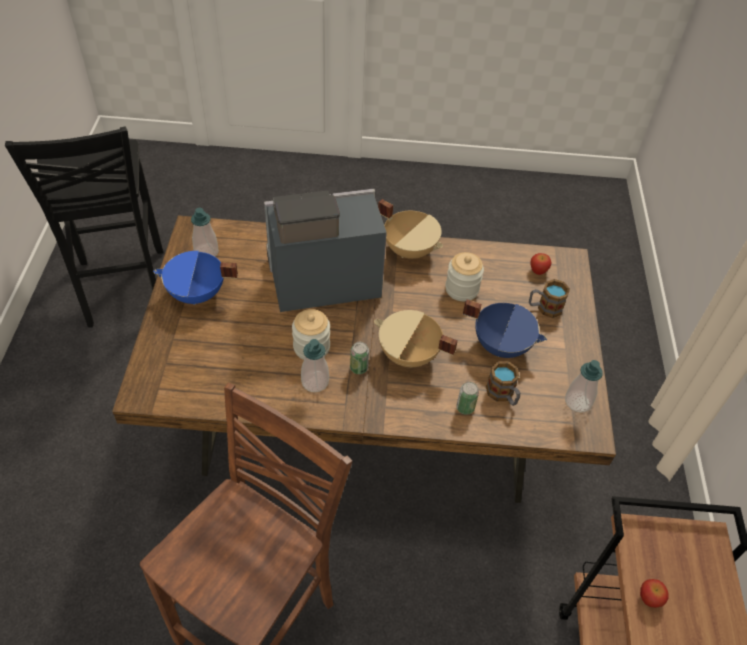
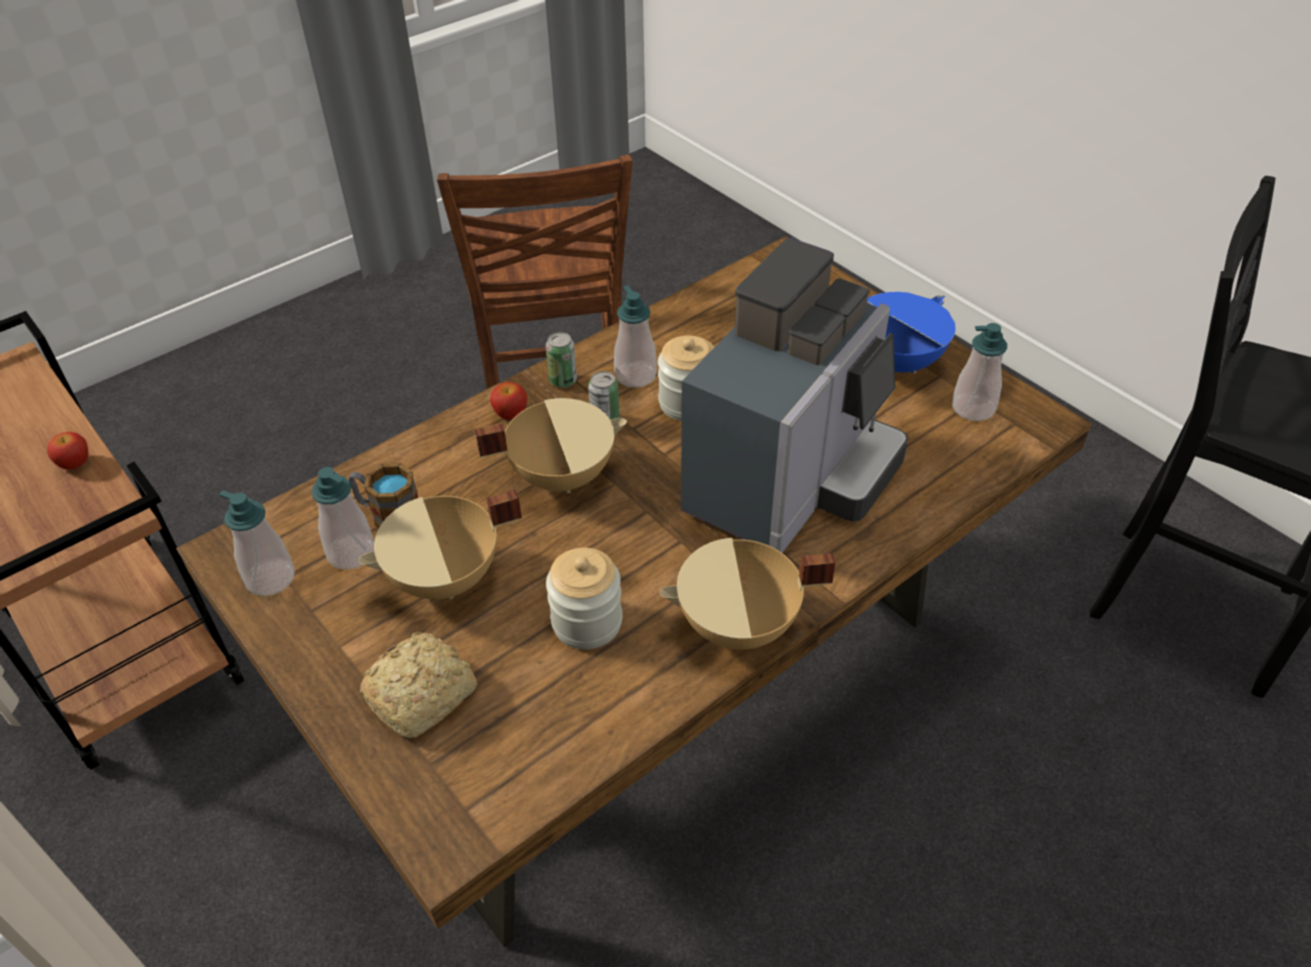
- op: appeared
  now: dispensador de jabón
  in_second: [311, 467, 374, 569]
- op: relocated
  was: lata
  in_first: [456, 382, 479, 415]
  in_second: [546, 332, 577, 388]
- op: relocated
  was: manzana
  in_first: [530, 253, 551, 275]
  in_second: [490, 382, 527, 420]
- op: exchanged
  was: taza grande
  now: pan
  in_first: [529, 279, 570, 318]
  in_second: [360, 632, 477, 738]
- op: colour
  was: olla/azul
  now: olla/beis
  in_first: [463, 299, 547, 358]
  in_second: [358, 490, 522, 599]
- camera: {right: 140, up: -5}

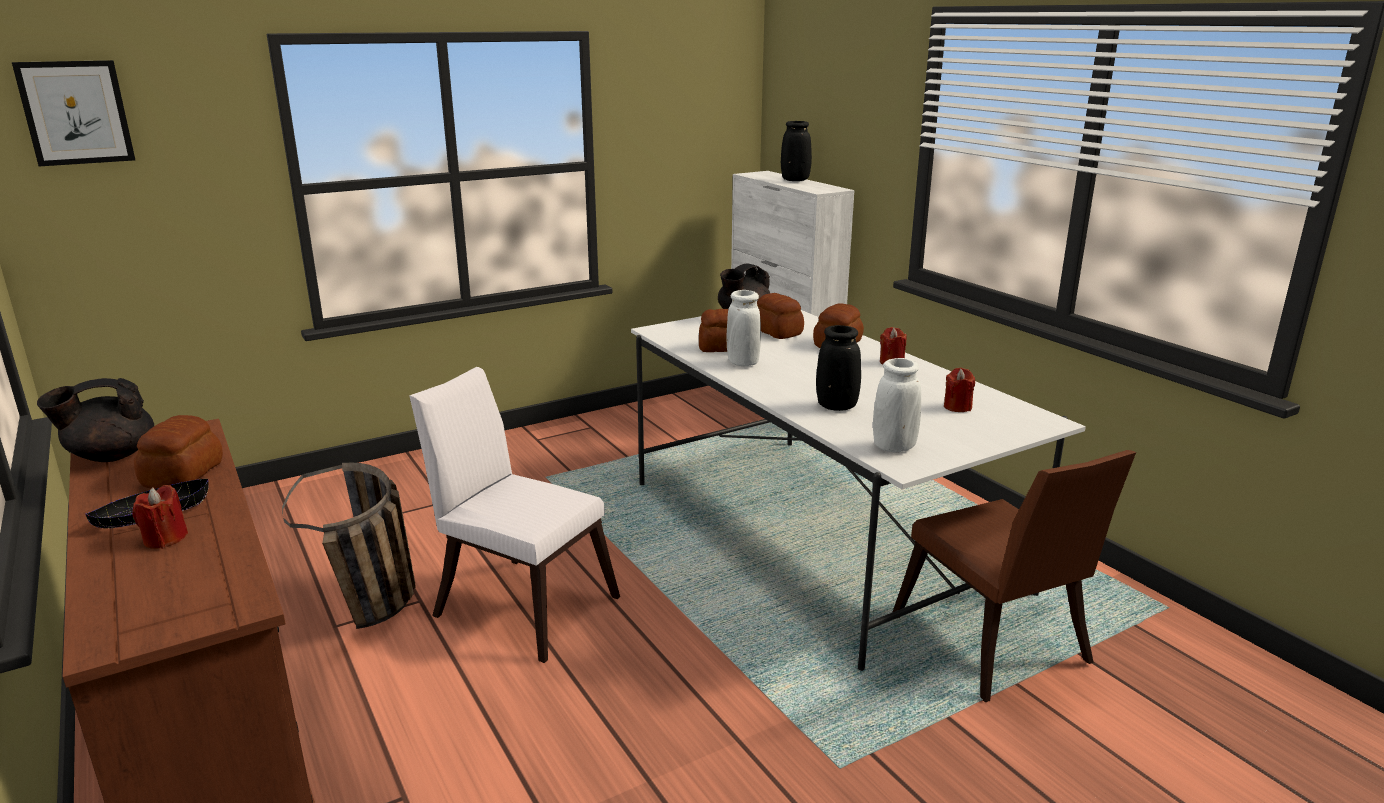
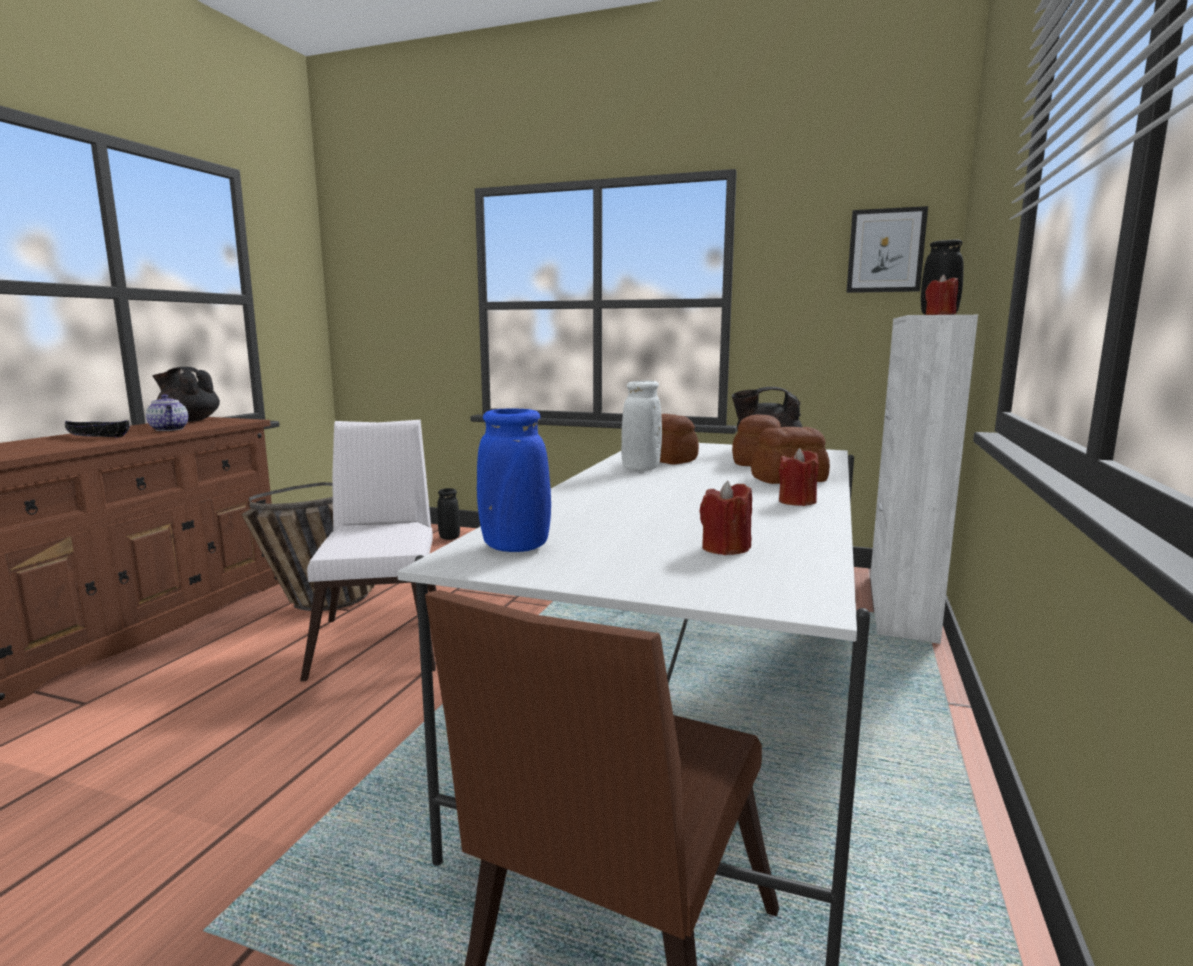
- op: relocated
  was: cuadro
  in_first: [12, 60, 135, 166]
  in_second: [846, 206, 928, 293]
- op: relocated
  was: vela/rojo
  in_first: [132, 485, 188, 549]
  in_second: [925, 275, 958, 315]
- op: relocated
  was: florero/negro
  in_first: [816, 325, 861, 411]
  in_second: [437, 488, 460, 540]
- op: exchanged
  was: pan
  now: tetera
  in_first: [134, 415, 223, 489]
  in_second: [146, 394, 188, 431]
- op: colour
  was: florero/blanco
  now: florero/azul
  in_first: [873, 358, 921, 452]
  in_second: [477, 408, 551, 552]
- camera: {right: 50, up: -10}

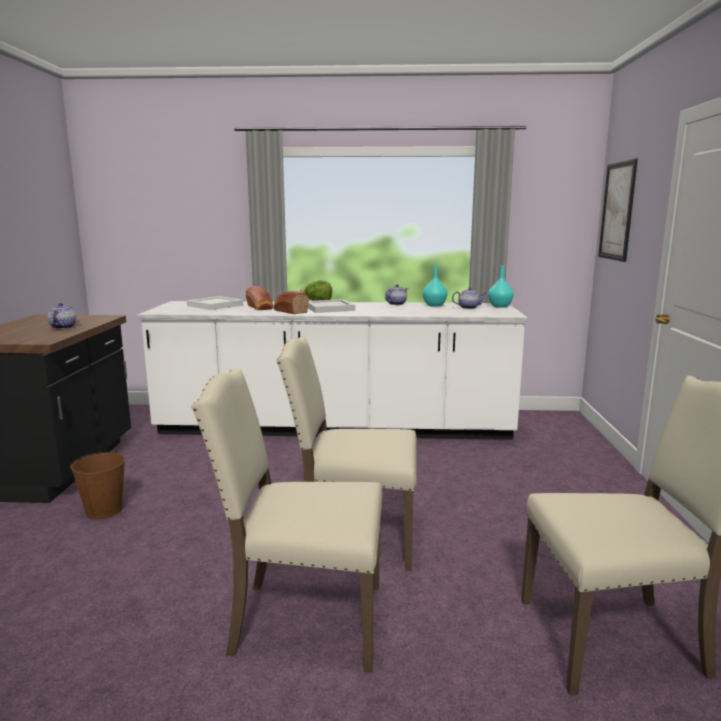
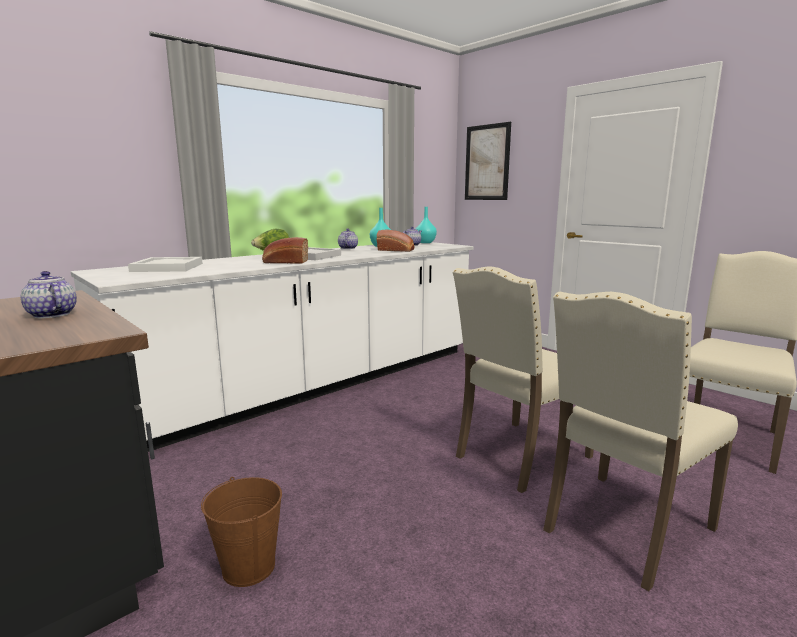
- op: relocated
  was: pan
  in_first: [246, 286, 273, 310]
  in_second: [377, 230, 415, 252]
- camera: {right: -45, up: 0}

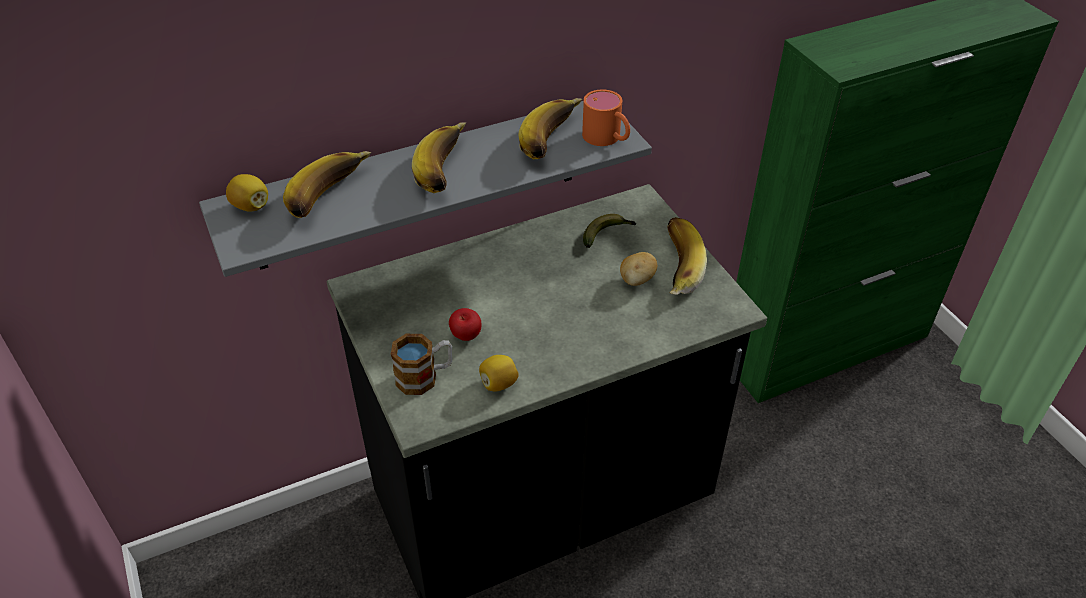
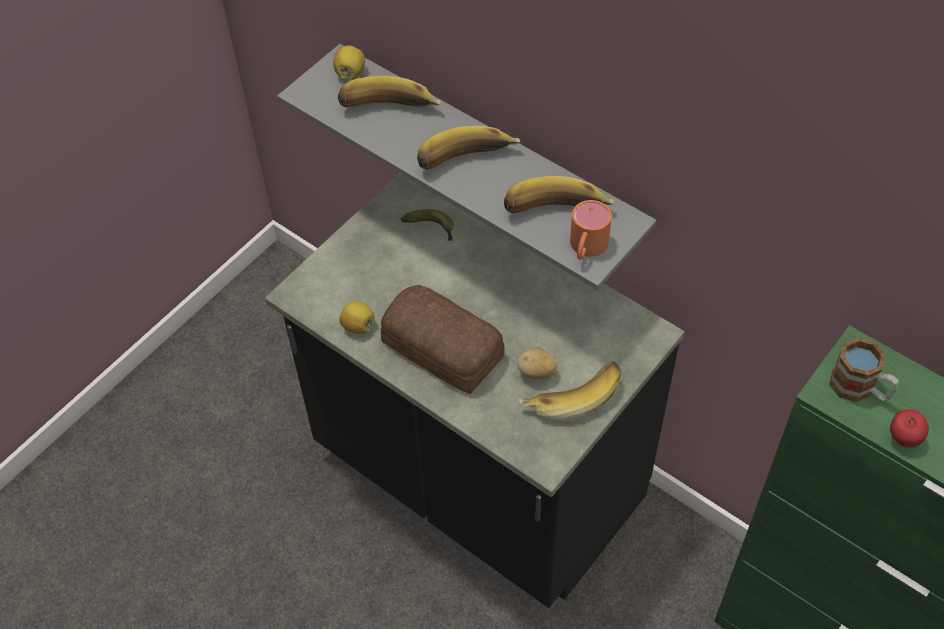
- op: appeared
  now: pan
  in_second: [381, 285, 505, 394]
- op: relocated
  was: taza grande
  in_first: [391, 334, 452, 395]
  in_second: [829, 337, 899, 402]
- op: relocated
  was: manzana
  in_first: [449, 308, 481, 341]
  in_second: [890, 409, 929, 447]
- op: relocated
  was: plátano
  in_first: [583, 214, 636, 248]
  in_second: [401, 209, 454, 241]
- camera: {right: 65, up: 10}

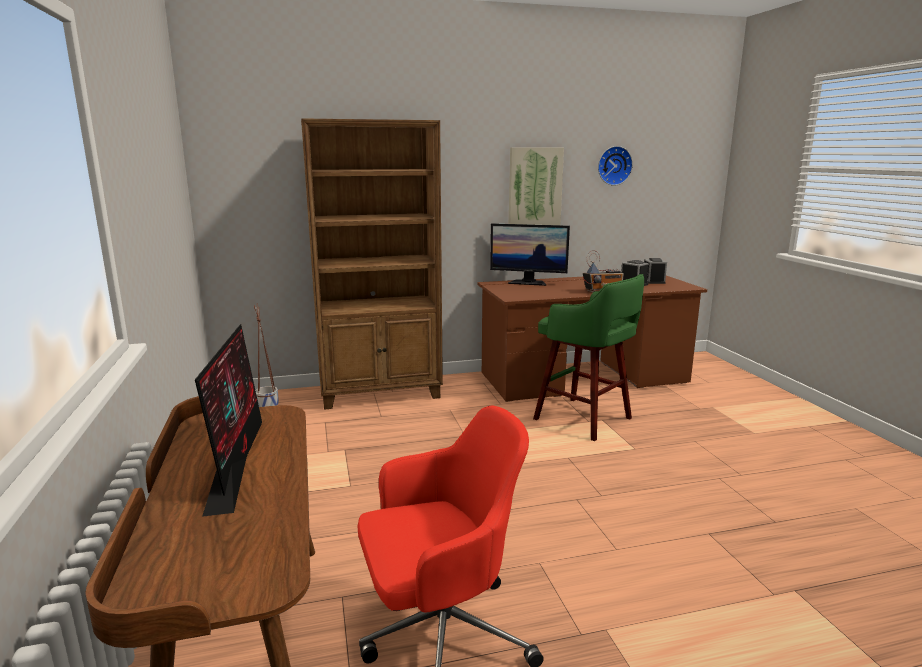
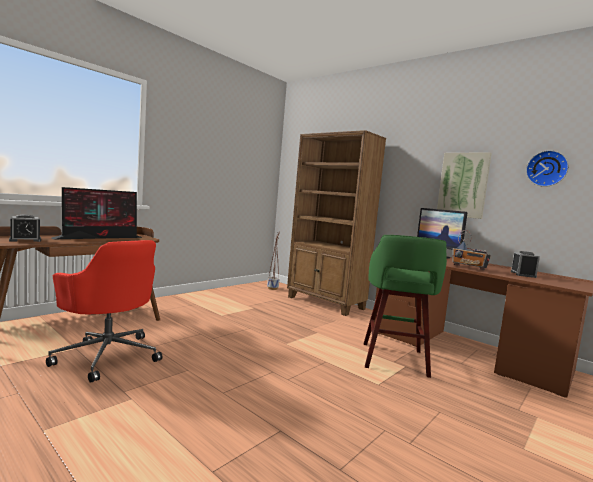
- op: relocated
  was: despertador
  in_first: [644, 258, 667, 284]
  in_second: [9, 214, 41, 242]
- camera: {right: 55, up: -10}

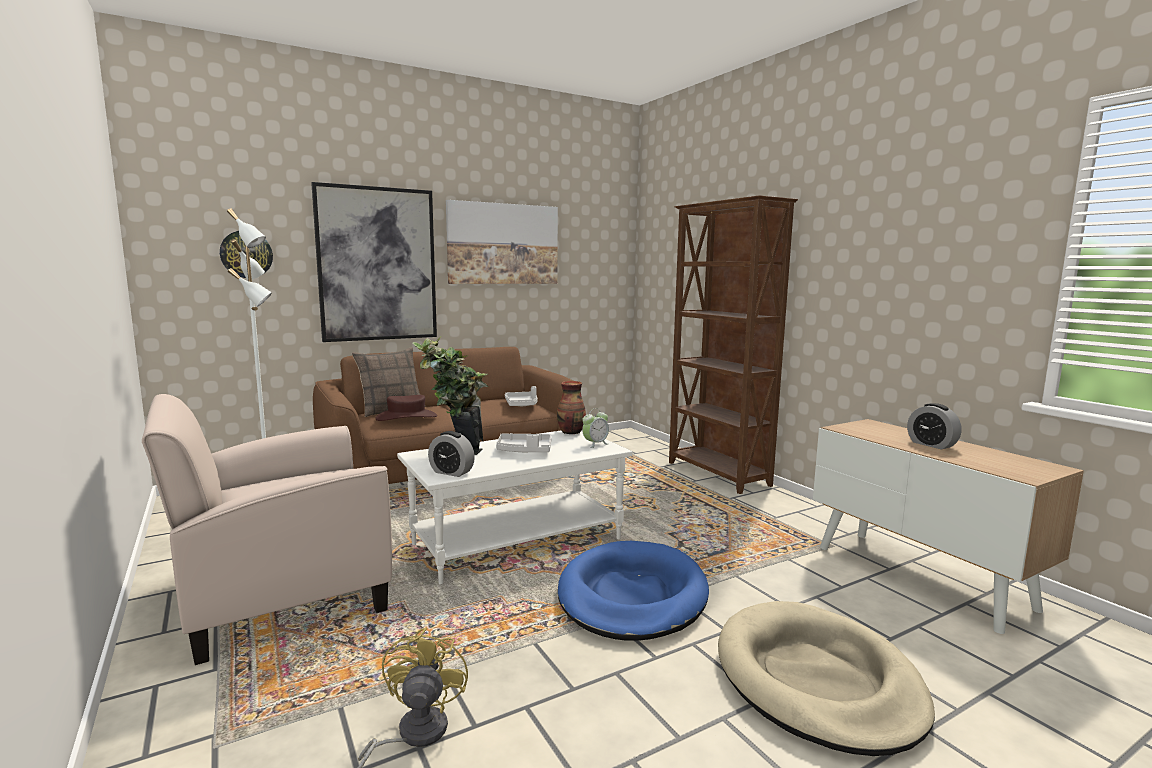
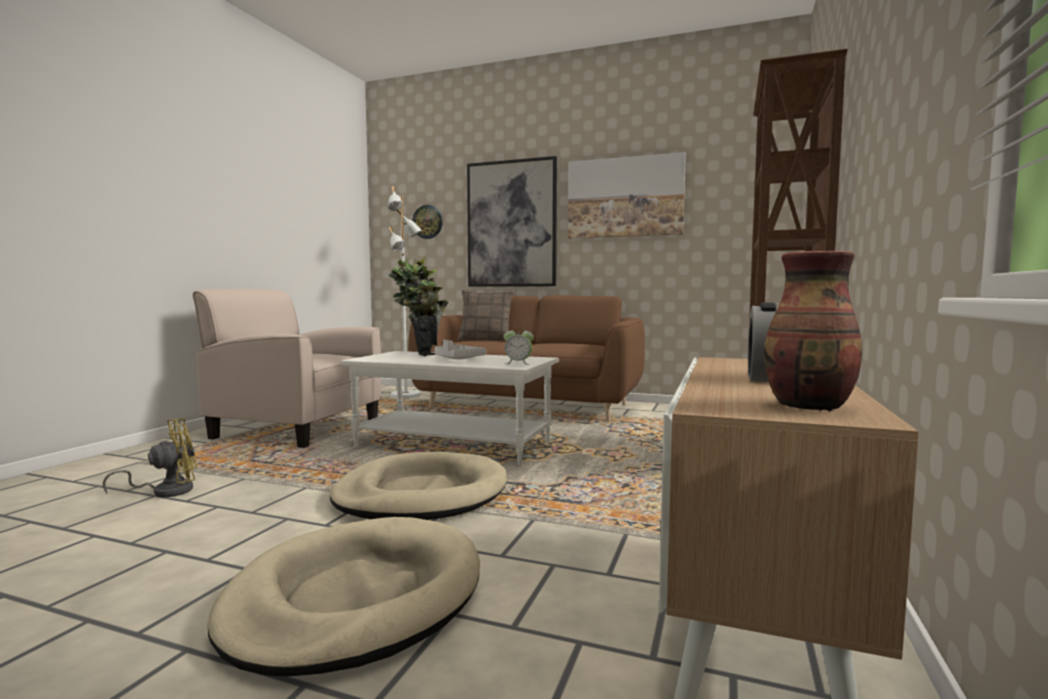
- op: missing
  was: sombrero/marrón
  in_first: [375, 395, 437, 421]
- op: missing
  was: despertador
  in_first: [428, 431, 475, 477]
- op: missing
  was: bandeja/gris
  in_first: [505, 386, 537, 406]
- op: relocated
  was: florero
  in_first: [557, 381, 586, 434]
  in_second: [764, 251, 862, 412]
- op: colour
  was: cama para perro/azul
  now: cama para perro/beis
  in_first: [558, 541, 709, 640]
  in_second: [330, 452, 507, 520]
- camera: {right: 50, up: -5}

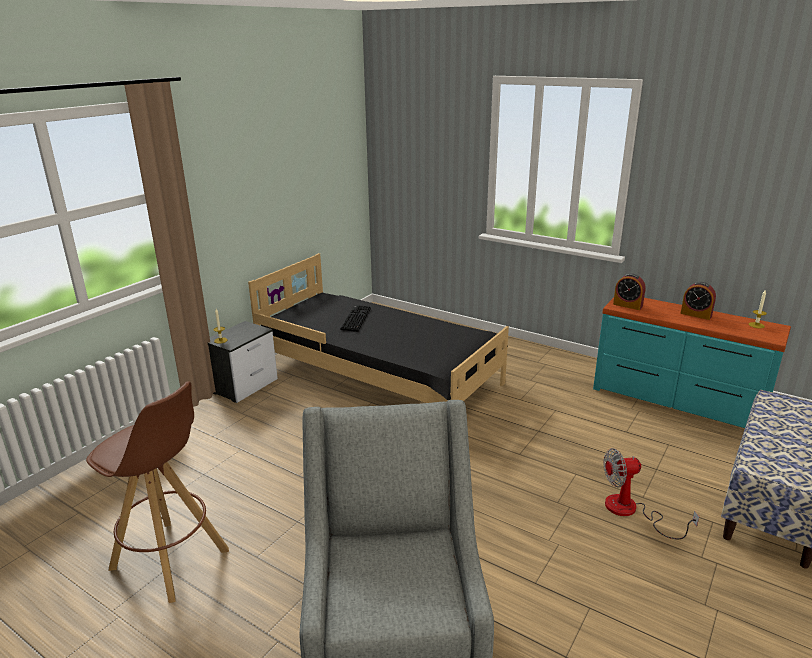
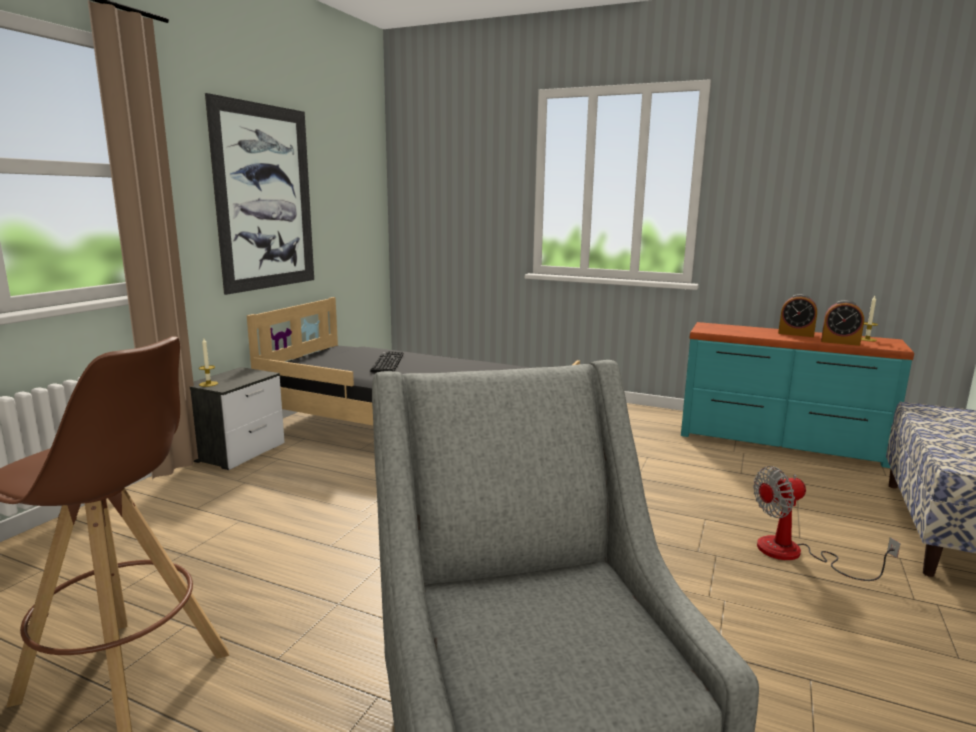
- op: appeared
  now: cuadro
  in_second: [205, 93, 314, 295]
- op: relocated
  was: despertador
  in_first: [613, 273, 646, 310]
  in_second: [821, 300, 864, 346]
- camera: {right: -10, up: -10}

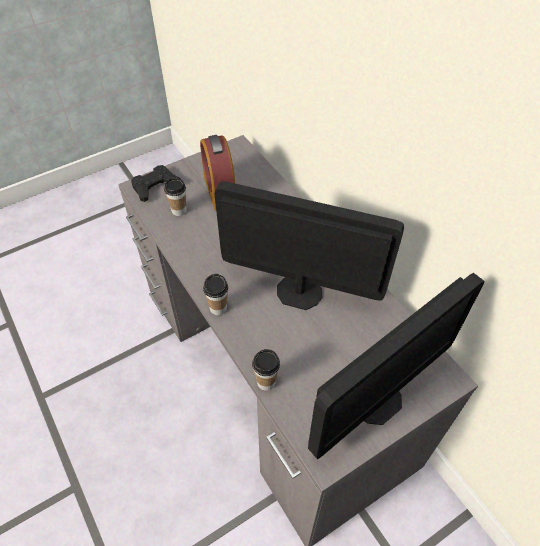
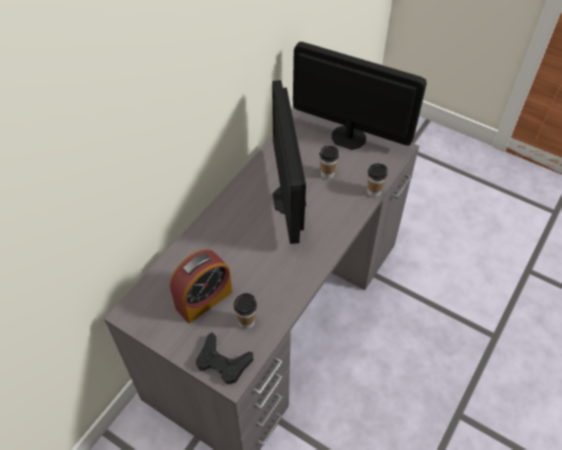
- op: relocated
  was: taza
  in_first: [203, 274, 228, 315]
  in_second: [320, 146, 339, 179]
- camera: {right: -115, up: 0}

